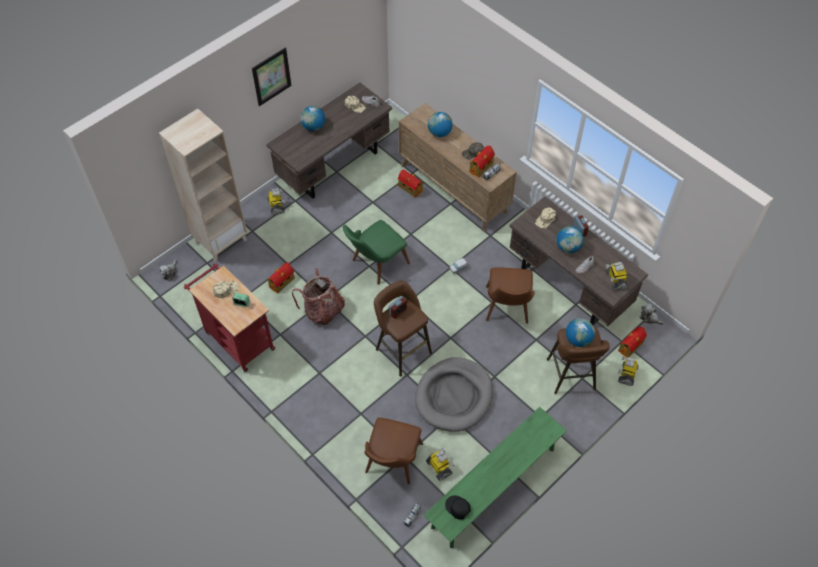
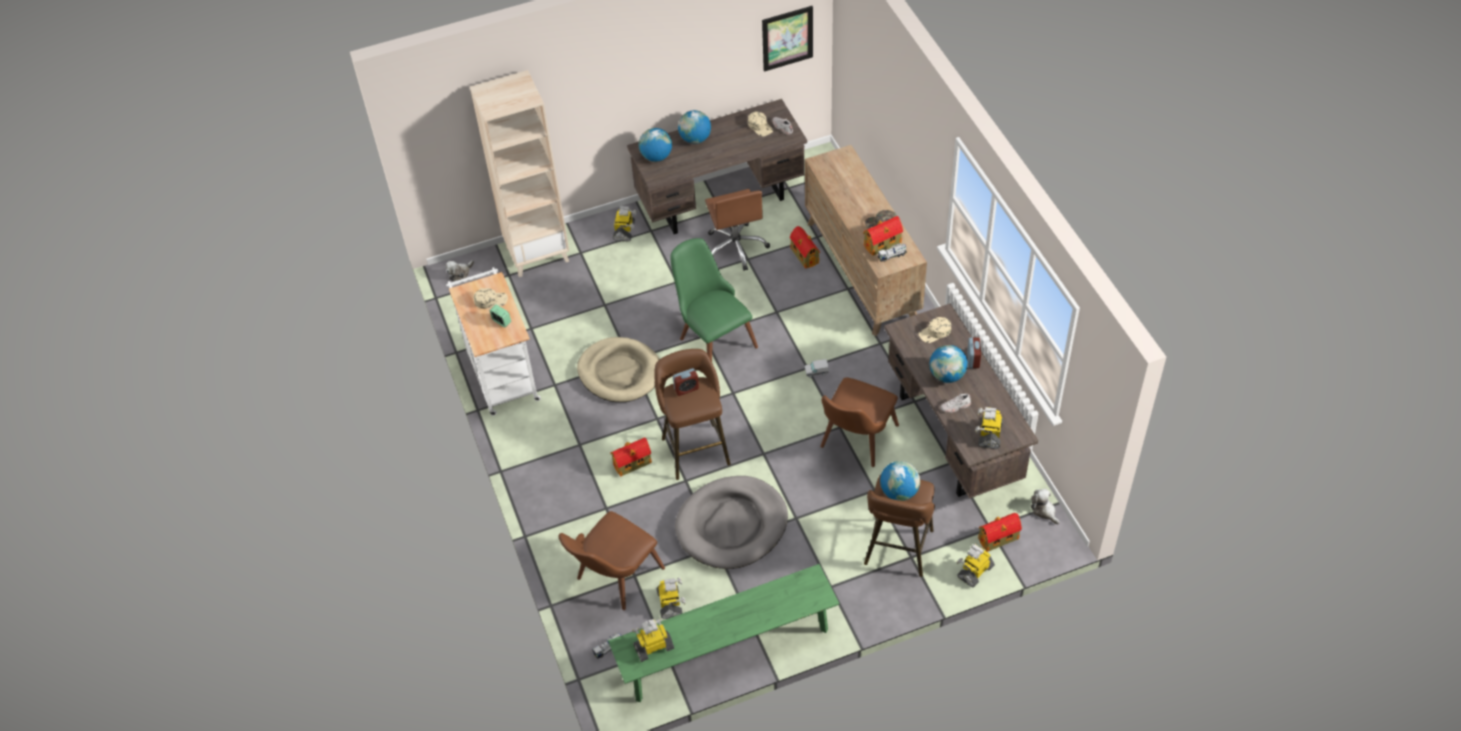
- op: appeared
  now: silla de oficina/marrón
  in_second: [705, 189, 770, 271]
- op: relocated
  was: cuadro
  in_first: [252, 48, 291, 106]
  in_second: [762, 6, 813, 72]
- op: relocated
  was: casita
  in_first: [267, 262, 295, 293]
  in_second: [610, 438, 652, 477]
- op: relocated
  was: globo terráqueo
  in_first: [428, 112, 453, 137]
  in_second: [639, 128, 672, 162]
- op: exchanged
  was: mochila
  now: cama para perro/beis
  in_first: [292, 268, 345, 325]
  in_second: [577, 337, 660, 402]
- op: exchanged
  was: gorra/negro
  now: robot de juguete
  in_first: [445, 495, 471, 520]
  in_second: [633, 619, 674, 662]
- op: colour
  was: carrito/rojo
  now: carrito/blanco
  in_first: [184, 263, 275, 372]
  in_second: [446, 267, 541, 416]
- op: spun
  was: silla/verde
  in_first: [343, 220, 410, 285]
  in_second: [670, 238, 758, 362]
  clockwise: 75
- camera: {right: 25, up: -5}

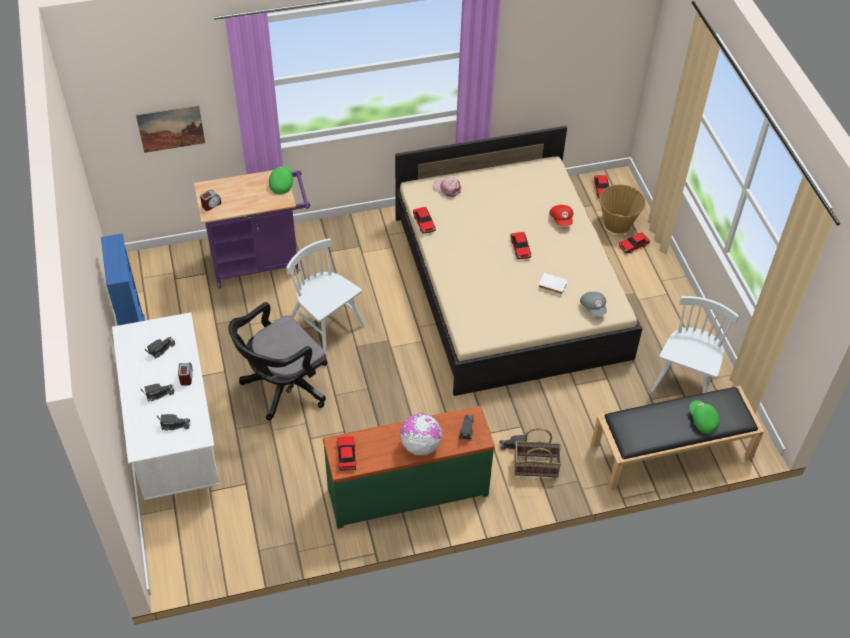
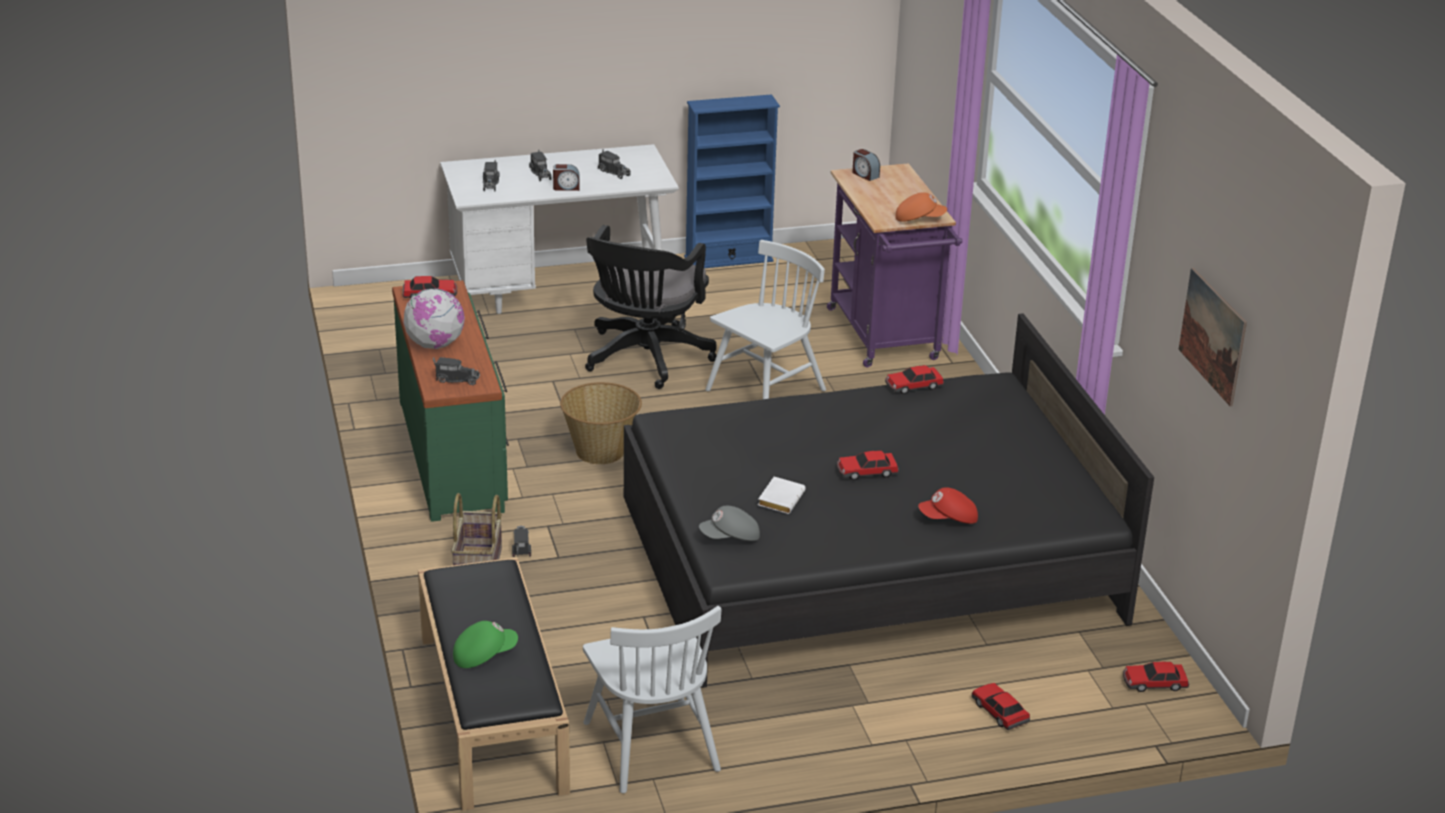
- op: missing
  was: gorra/rosa
  in_first: [433, 177, 461, 197]
- op: relocated
  was: cuadro
  in_first: [136, 105, 205, 153]
  in_second: [1179, 268, 1247, 406]
- op: relocated
  was: cesta
  in_first: [599, 185, 645, 234]
  in_second: [560, 382, 642, 464]
- op: colour
  was: gorra/verde
  now: gorra/naranja
  in_first: [269, 166, 293, 194]
  in_second: [895, 192, 947, 222]
- op: colour
  was: cama/beis
  now: cama/negro
  in_first: [395, 126, 643, 396]
  in_second: [624, 313, 1154, 688]
- op: spun
  was: silla de oficina/negro
  in_first: [229, 302, 327, 420]
  in_second: [585, 225, 717, 389]
  clockwise: -120
- op: spun
  was: silla/blanco
  in_first: [651, 296, 739, 393]
  in_second: [583, 606, 721, 793]
  clockwise: 45
- camera: {right: 90, up: -20}

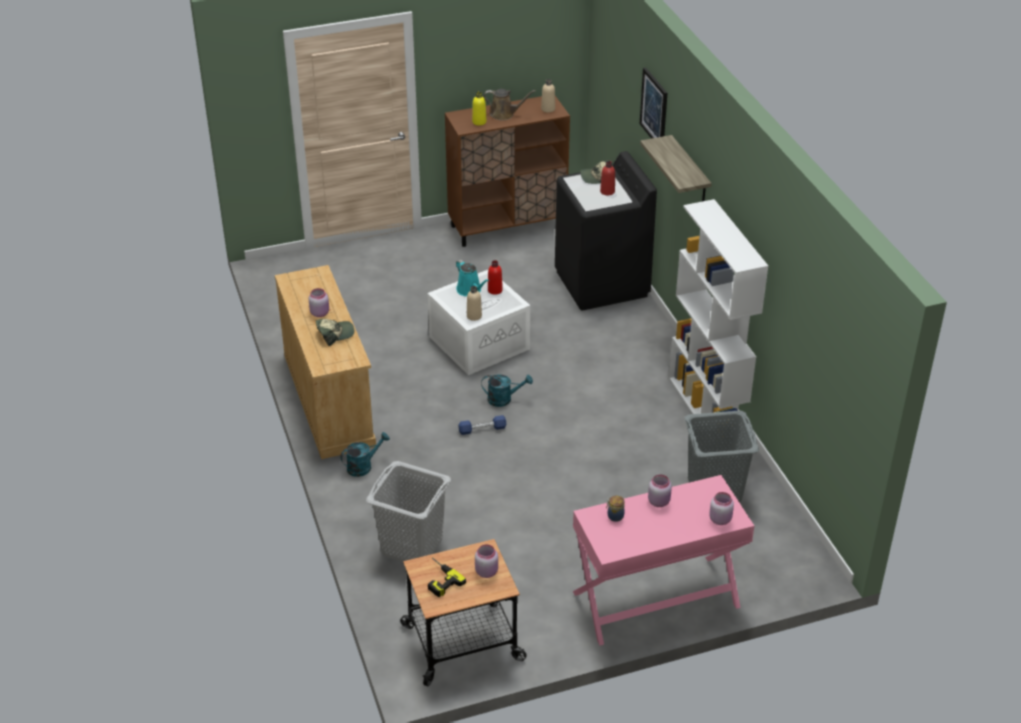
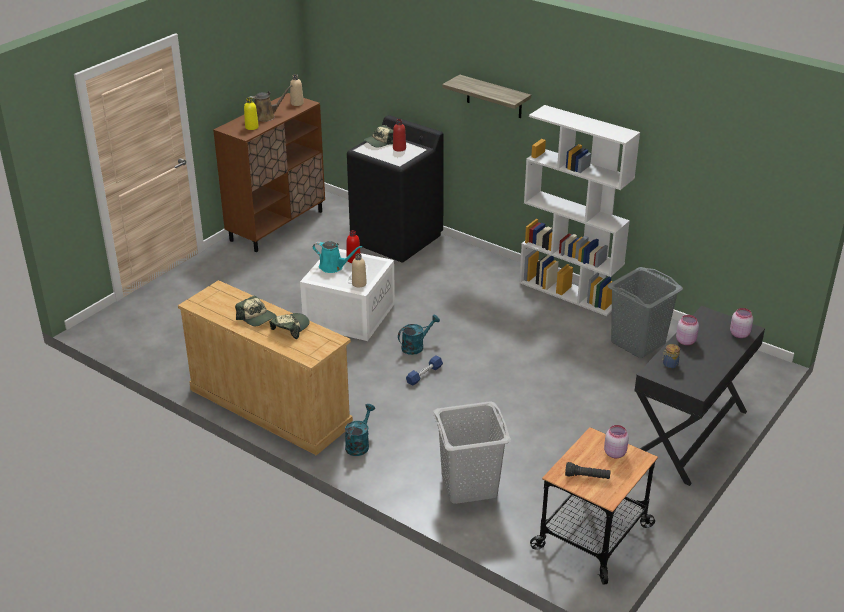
- op: missing
  was: cuadro
  in_first: [640, 68, 667, 139]
- op: exchanged
  was: tarro/rosa
  now: gorra
  in_first: [308, 288, 329, 317]
  in_second: [235, 295, 277, 326]
- op: exchanged
  was: taladro
  now: linterna/negro
  in_first: [428, 558, 466, 597]
  in_second: [565, 462, 611, 479]
- op: colour
  was: escritorio/rosa
  now: escritorio/negro
  in_first: [573, 475, 754, 646]
  in_second: [634, 306, 765, 486]
- camera: {right: -35, up: -5}

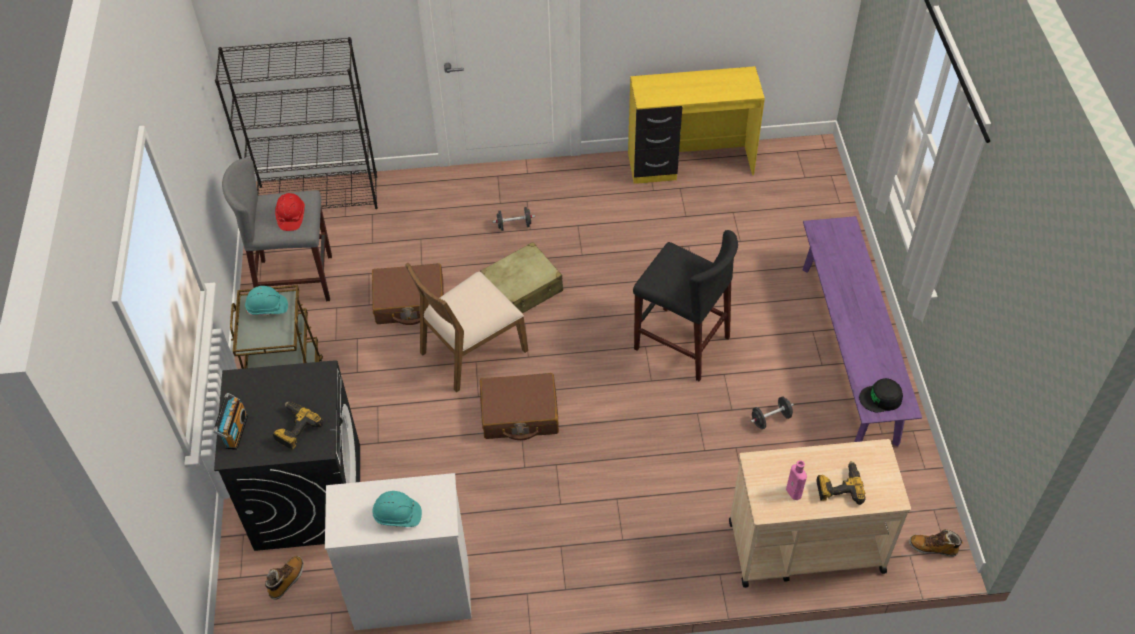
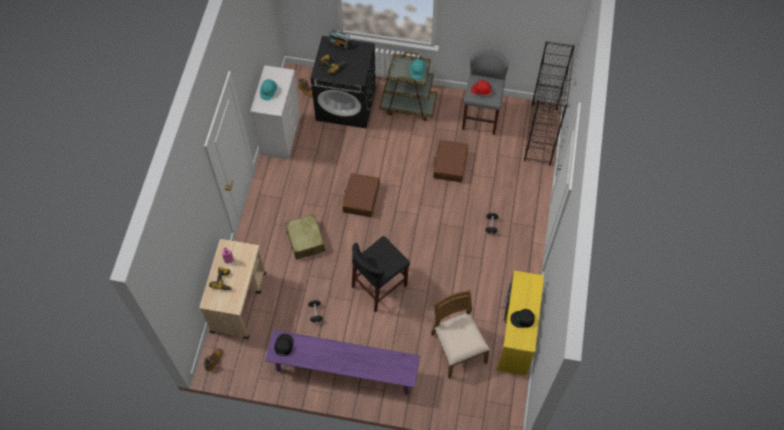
- op: appeared
  now: gorra/negro
  in_second: [510, 309, 535, 328]
- op: relocated
  was: silla/marrón
  in_first: [405, 263, 528, 392]
  in_second: [431, 290, 490, 379]
- op: relocated
  was: maleta/beis
  in_first: [480, 242, 563, 313]
  in_second: [285, 214, 325, 259]
- camera: {right: 105, up: 10}

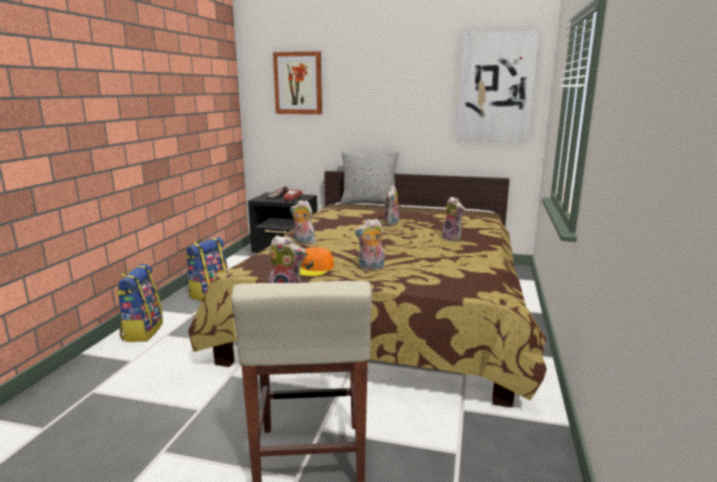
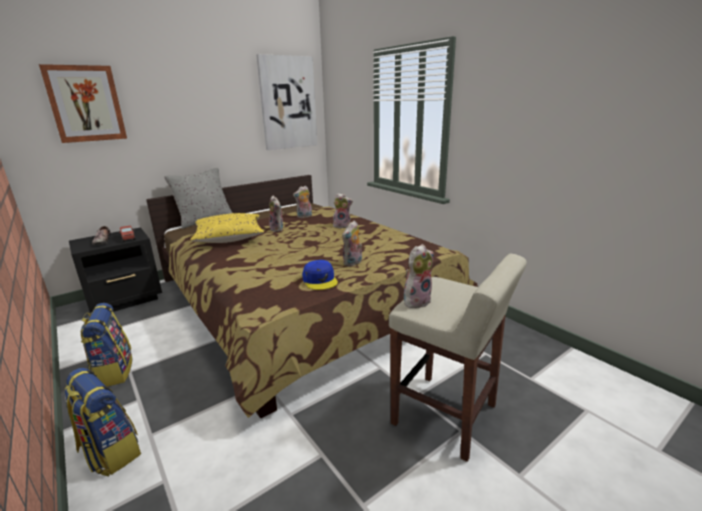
- op: appeared
  now: cojín/amarillo
  in_second: [190, 213, 264, 243]
- op: relocated
  was: peluche
  in_first: [290, 200, 316, 245]
  in_second: [293, 186, 312, 218]
- op: colour
  was: gorra/naranja
  now: gorra/azul
  in_first: [300, 247, 334, 276]
  in_second: [302, 260, 338, 290]
- camera: {right: -50, up: 5}

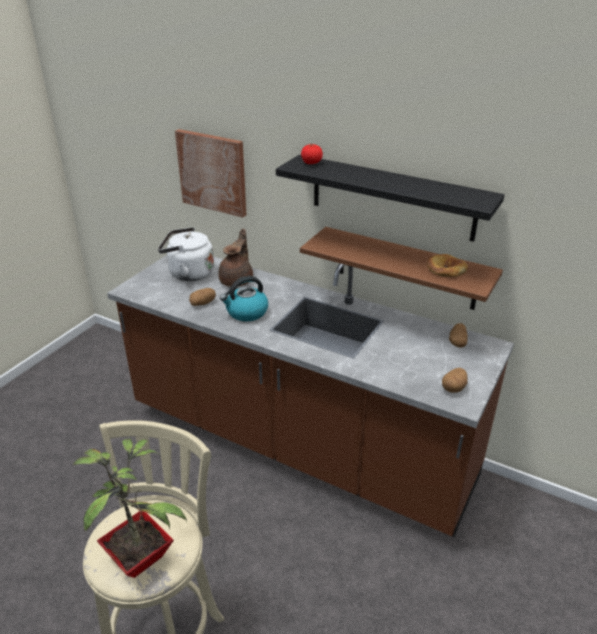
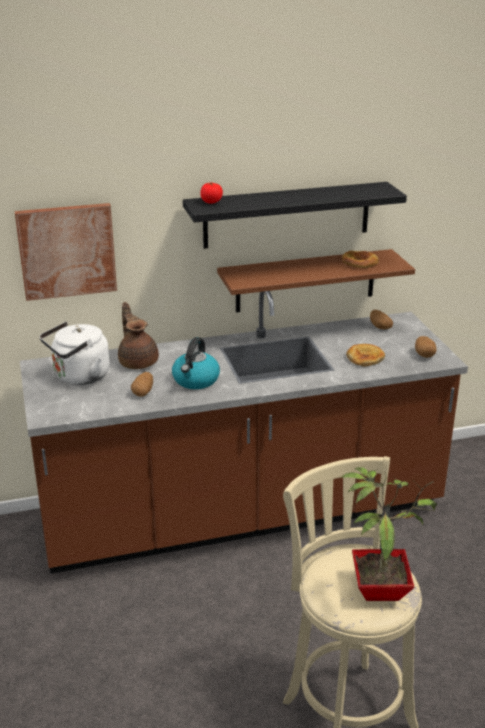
- op: appeared
  now: pan
  in_second: [346, 344, 385, 367]
- camera: {right: -45, up: -5}

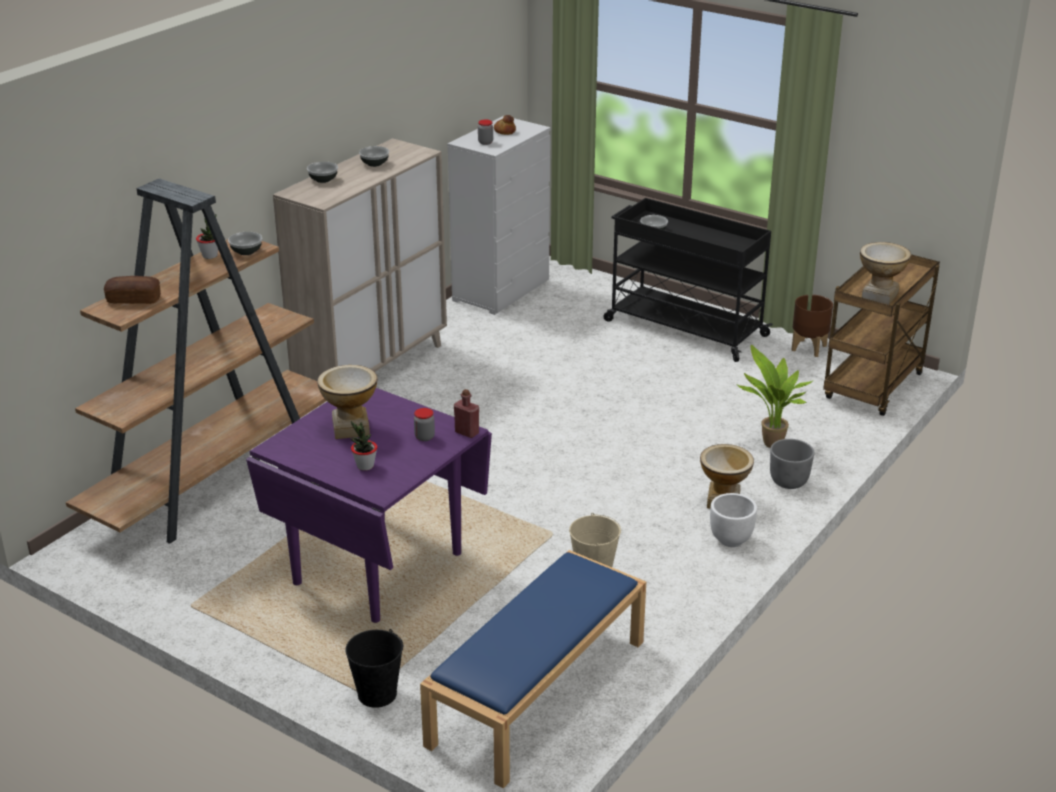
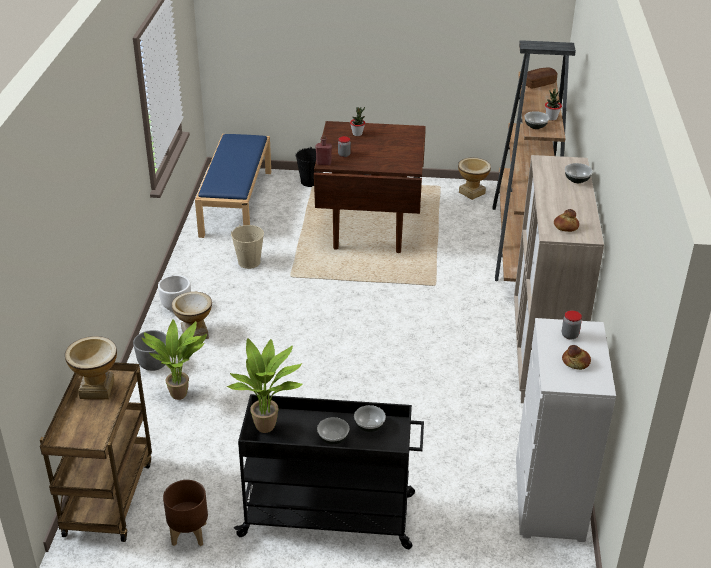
- op: appeared
  now: planta en maceta
  in_second: [227, 338, 303, 433]
- op: appeared
  now: pan
  in_second: [554, 209, 579, 232]
- op: relocated
  was: florero
  in_first: [317, 365, 378, 439]
  in_second: [458, 158, 491, 200]
- op: relocated
  was: cuenco
  in_first: [359, 146, 389, 167]
  in_second: [317, 417, 349, 444]
- op: colour
  was: mesa de comedor/morado
  now: mesa de comedor/marrón
  in_first: [246, 388, 492, 623]
  in_second: [314, 121, 426, 253]
- camera: {right: 150, up: 5}

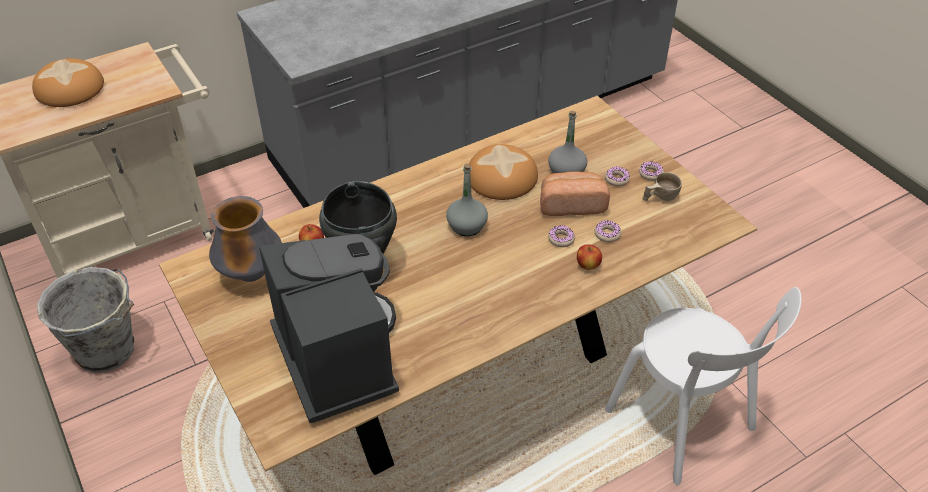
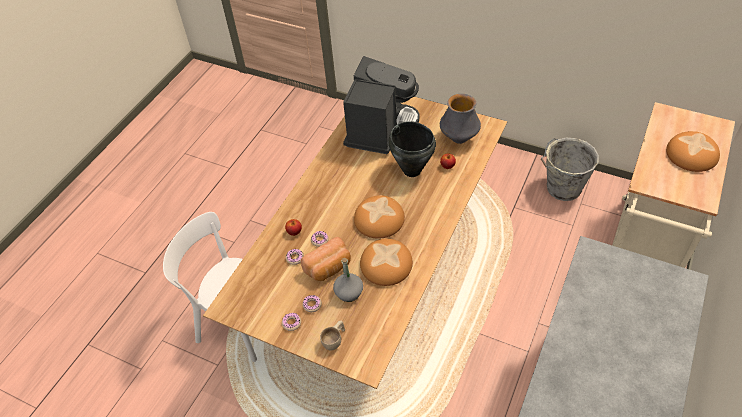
- op: relocated
  was: taza/beis
  in_first: [642, 172, 682, 201]
  in_second: [320, 321, 345, 351]
- op: exchanged
  was: botella/gris
  now: pan
  in_first: [446, 164, 488, 236]
  in_second: [354, 195, 405, 239]
- op: spun
  was: cafetera
  in_first: [259, 234, 399, 423]
  in_second: [343, 56, 420, 154]
  clockwise: -105
- camera: {right: 150, up: 5}

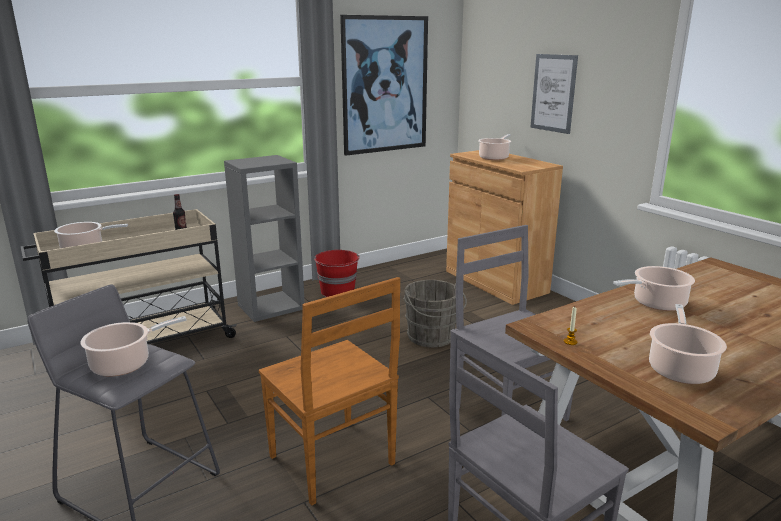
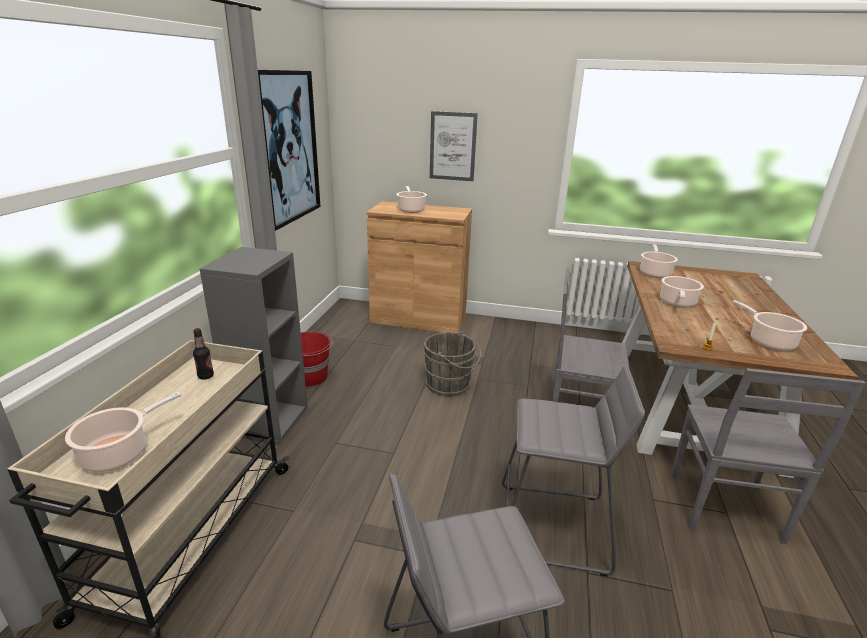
- op: relocated
  was: olla
  in_first: [81, 316, 187, 377]
  in_second: [640, 244, 678, 278]
- op: exchanged
  was: silla/marrón
  now: taburete/gris
  in_first: [259, 277, 400, 505]
  in_second: [502, 365, 645, 576]
- camera: {right: -45, up: 5}

